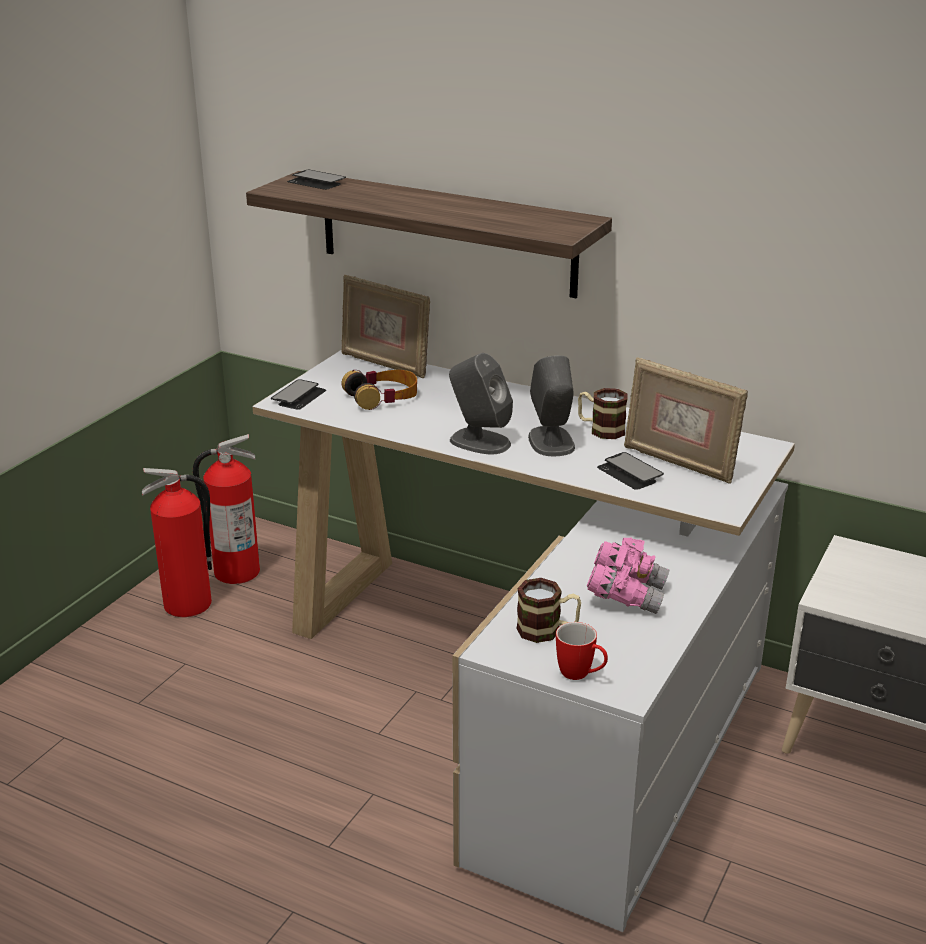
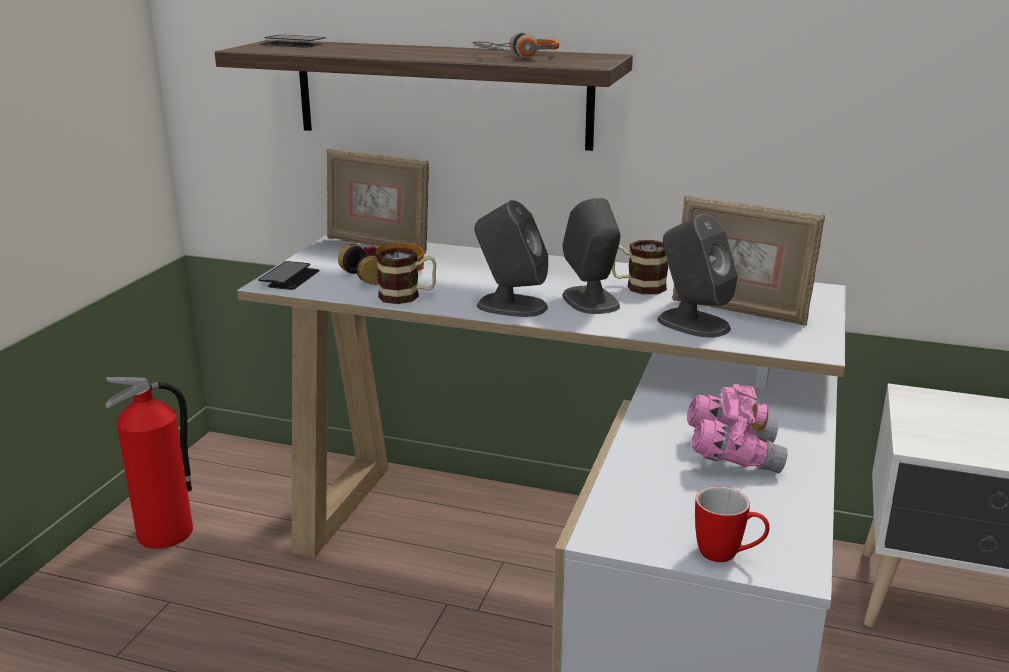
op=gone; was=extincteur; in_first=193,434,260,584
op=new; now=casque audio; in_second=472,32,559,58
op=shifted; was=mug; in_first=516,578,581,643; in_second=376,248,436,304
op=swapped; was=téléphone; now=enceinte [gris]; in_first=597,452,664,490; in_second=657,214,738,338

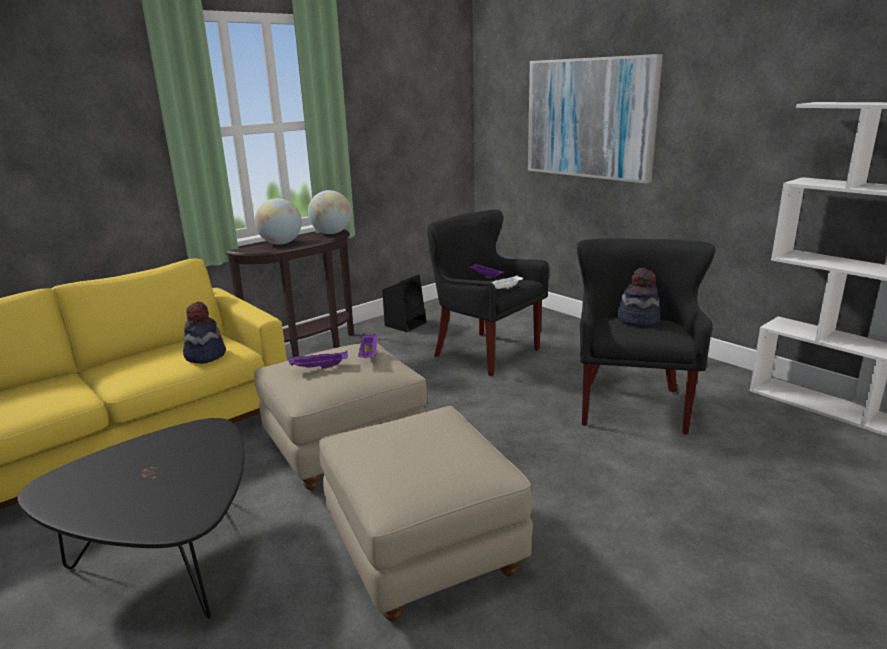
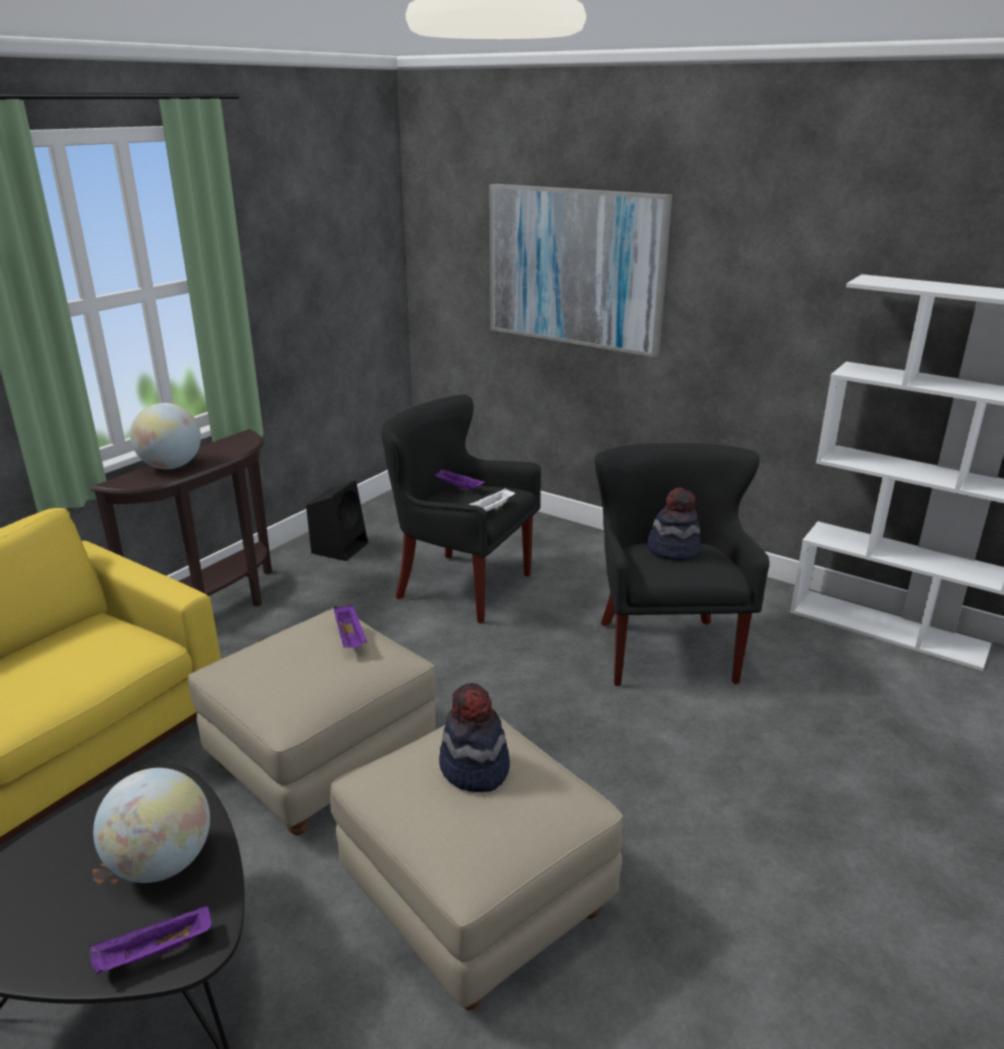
op=shifted; was=chapeau; in_first=183,302,226,364; in_second=439,683,510,792
op=shifted; was=plateau [violet]; in_first=289,351,348,369; in_second=89,904,212,975
op=shifted; was=globe; in_first=308,190,352,234; in_second=93,768,210,883

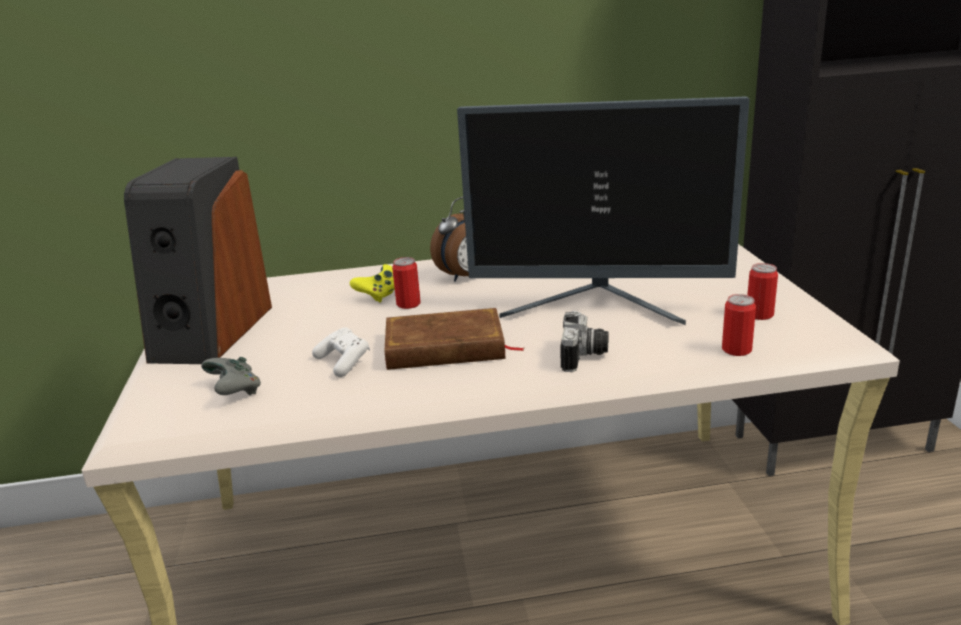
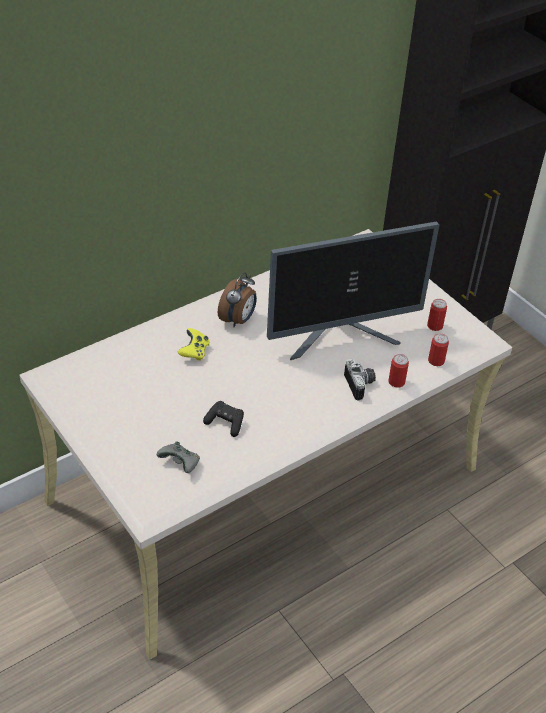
op=gone; was=enceinte; in_first=124,157,272,364
op=gone; was=livre [marron]; in_first=384,308,524,370
op=shifted; was=boîte métallique; in_first=392,257,421,309; in_second=388,354,409,388
op=repainted; was=manette [blanc]; now=manette [noir]; in_first=312,327,370,377; in_second=203,401,244,437

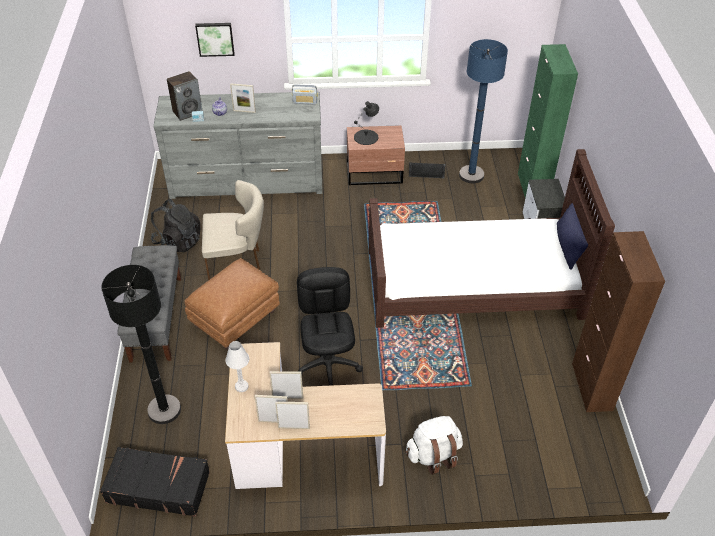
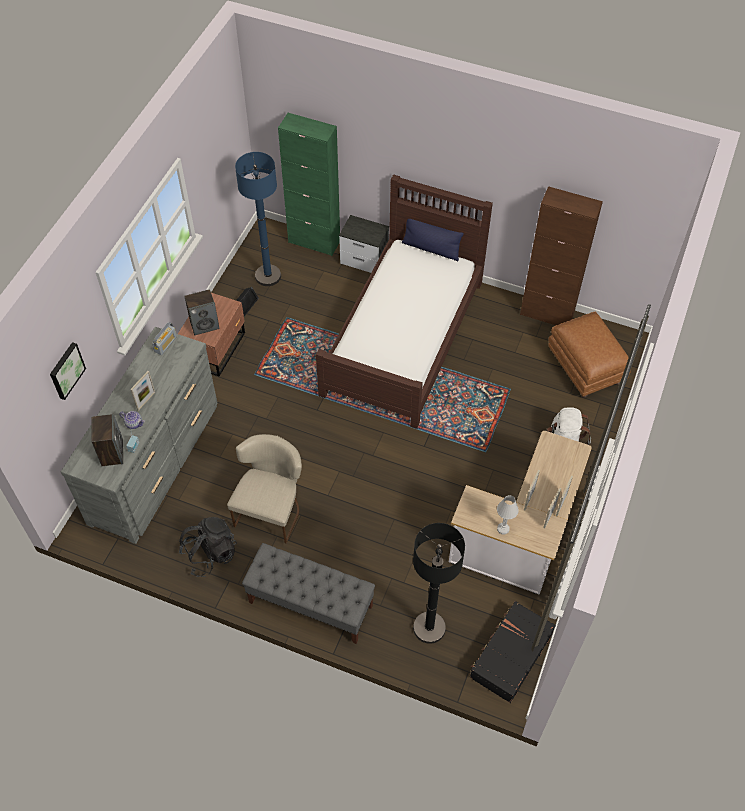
op=gone; was=chaise de bureau [noir]; in_first=297,267,363,386
op=shifted; was=pouf [marron]; in_first=184,258,280,350; in_second=548,312,631,398
op=swapped; was=lampe de table [noir]; now=enceinte; in_first=354,101,379,145; in_second=184,289,220,335

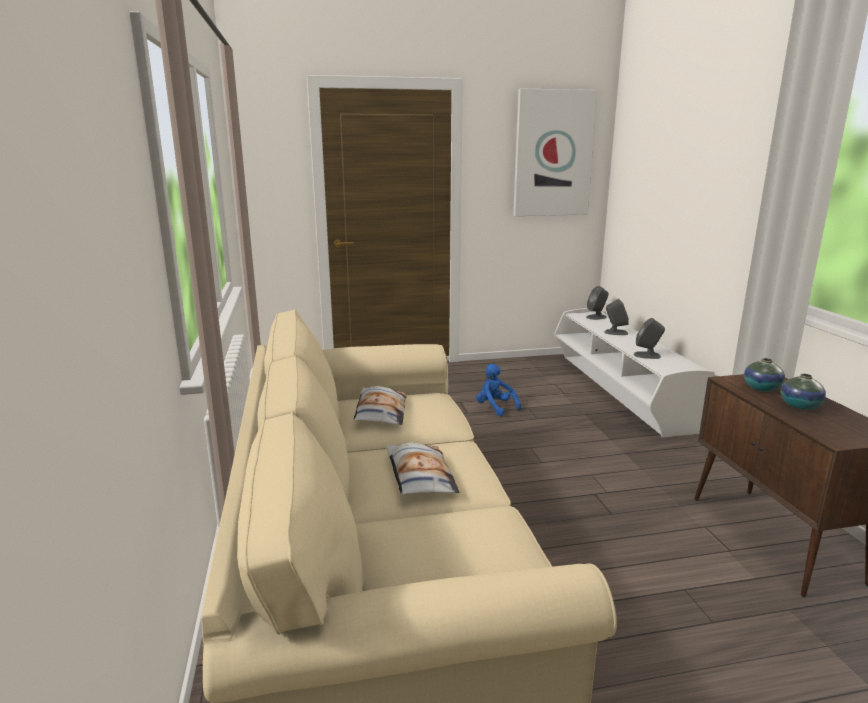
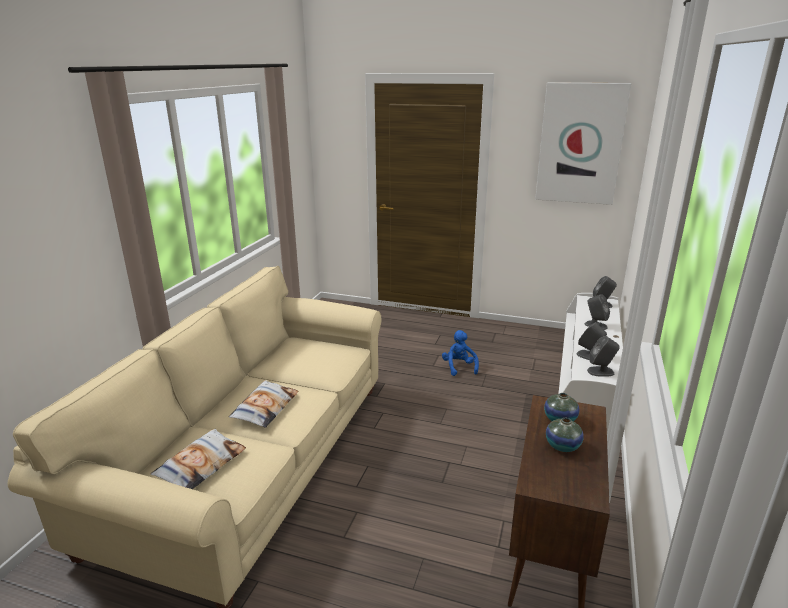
op=new; now=enceinte [gris]; in_second=587,336,620,377
op=shifted; was=coussin; in_first=353,386,406,425; in_second=151,429,246,489

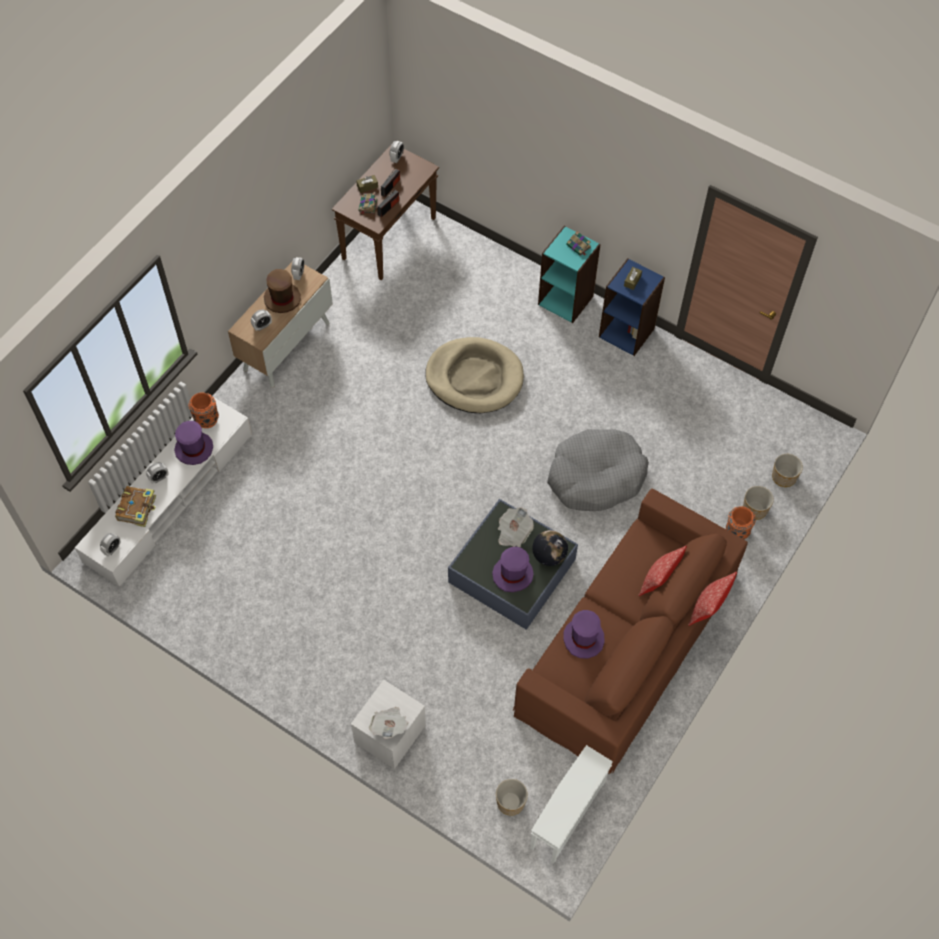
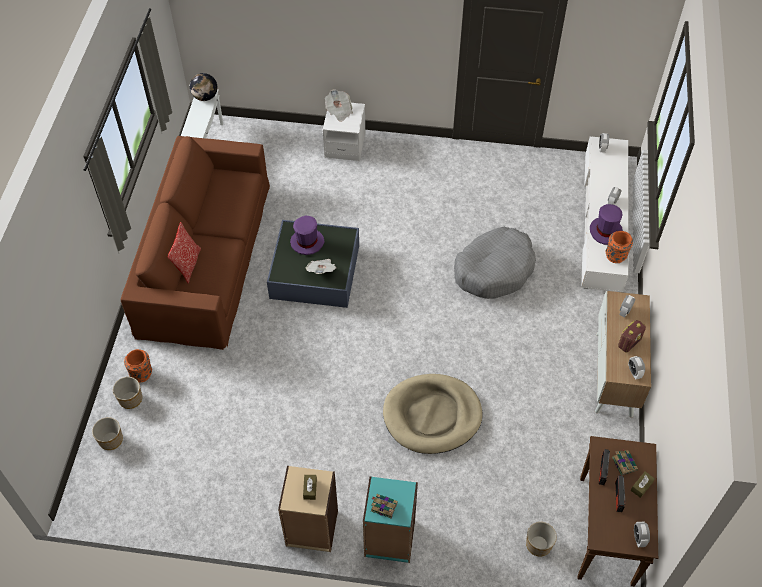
op=gone; was=livre; in_first=115,486,156,527
op=gone; was=chapeau [violet]; in_first=563,610,605,659
op=gone; was=coussin; in_first=688,572,737,626
op=shifted; was=cache-pot; in_first=496,779,528,816; in_second=526,522,557,556
op=shifted; was=globe; in_first=532,530,568,566; in_second=190,73,218,101
op=shifted; was=panier pour chien [gris]; in_first=547,429,649,511; in_second=454,227,536,299
op=swapped; was=chapeau [marron]; now=radio; in_first=264,269,301,313; in_second=618,320,646,352
op=repainted; was=bibliothèque [bleu]; now=bibliothèque [beige]; in_first=599,258,665,356; in_second=278,466,338,552

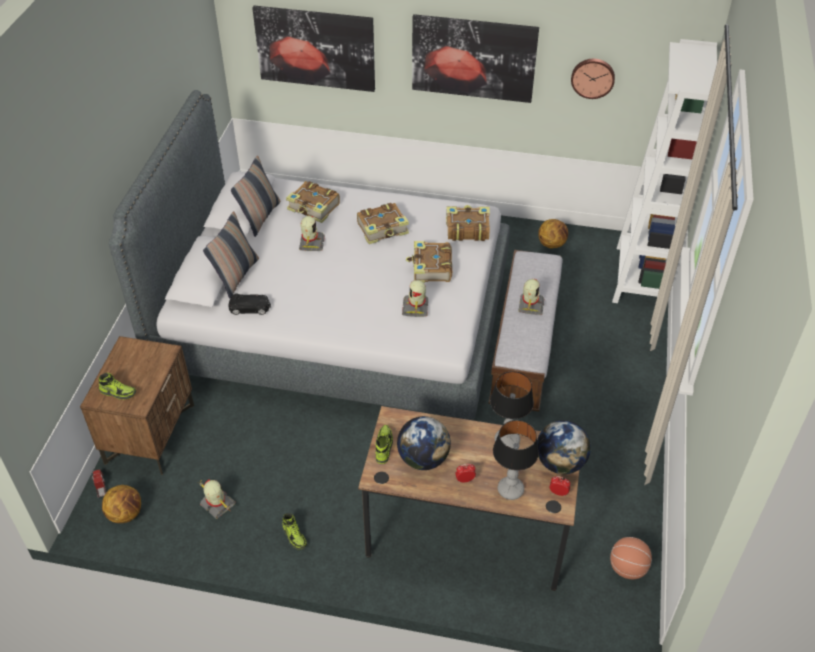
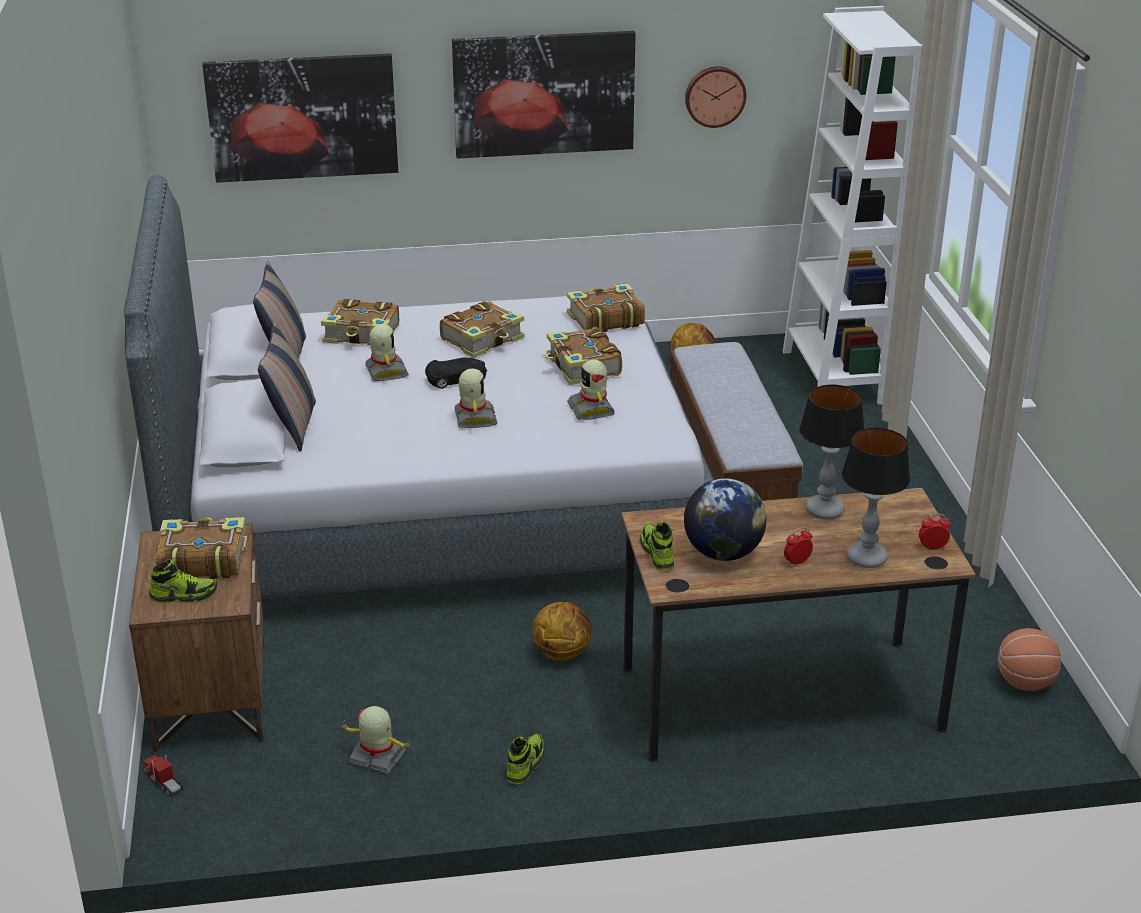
op=gone; was=globe; in_first=537,420,591,474
op=new; now=livre; in_second=156,517,247,579
op=shifted; was=ballon de basket; in_first=102,485,141,523; in_second=532,602,592,661
op=shifted; was=petite voiture [noir]; in_first=229,294,271,315; in_second=425,358,487,389
op=shifted; was=robot jouet; in_first=518,279,544,315; in_second=455,369,497,428
op=rotated; was=chaussure; in_first=282,513,307,549; in_second=506,733,544,785; clockwise=-105

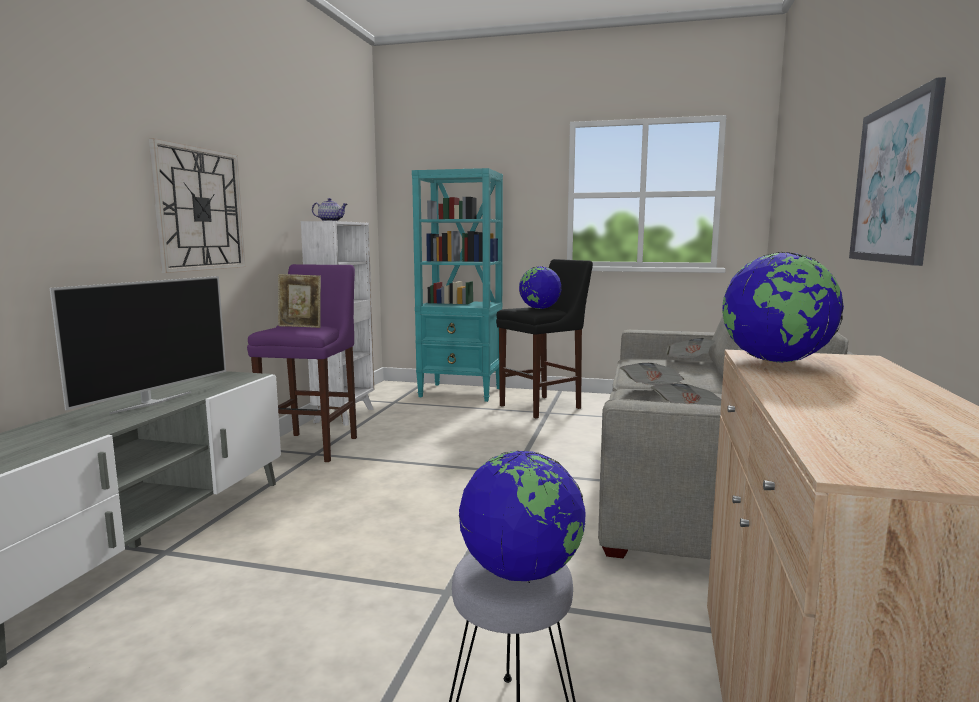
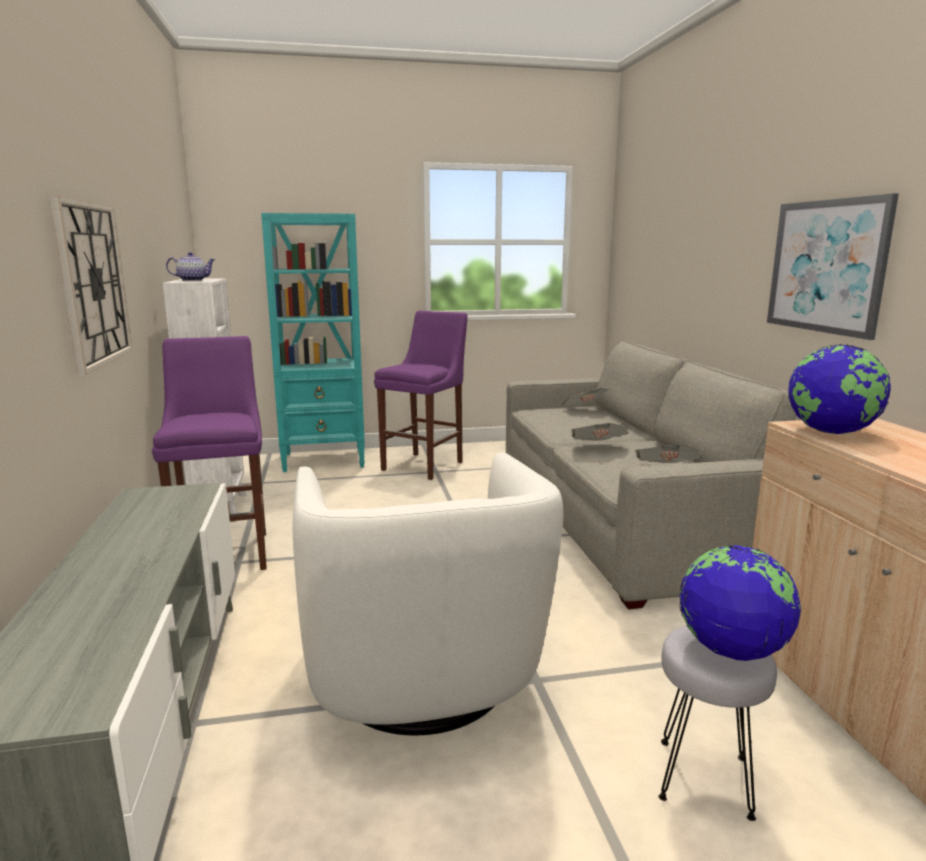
op=gone; was=téléviseur; in_first=50,276,226,414
op=gone; was=cadre photo; in_first=278,274,321,328
op=gone; was=globe; in_first=519,266,562,309
op=new; now=fauteuil [blanc]; in_second=293,453,563,736
op=repainted; was=tabouret [noir]; now=tabouret [violet]; in_first=496,259,593,418; in_second=374,310,468,480

